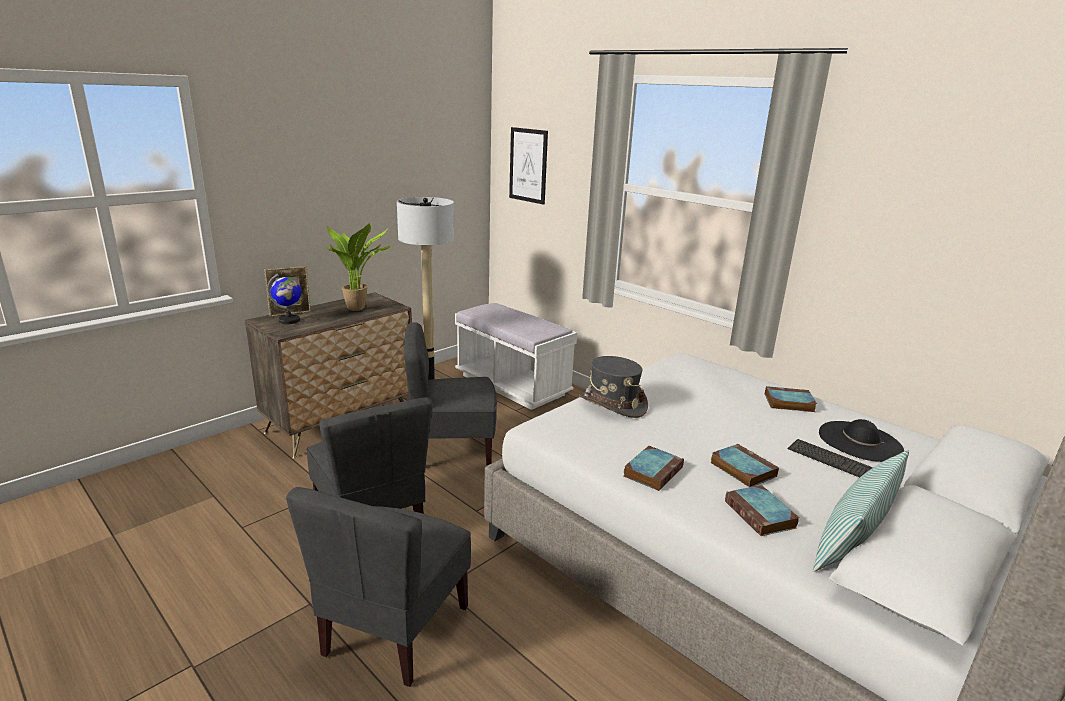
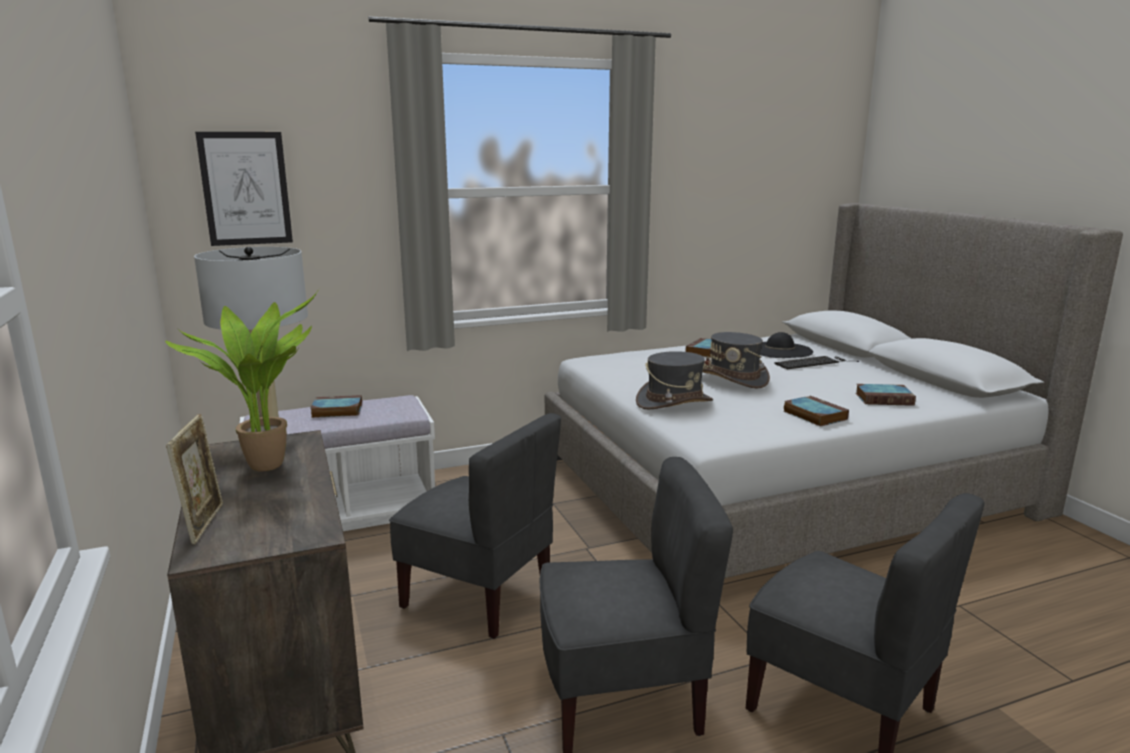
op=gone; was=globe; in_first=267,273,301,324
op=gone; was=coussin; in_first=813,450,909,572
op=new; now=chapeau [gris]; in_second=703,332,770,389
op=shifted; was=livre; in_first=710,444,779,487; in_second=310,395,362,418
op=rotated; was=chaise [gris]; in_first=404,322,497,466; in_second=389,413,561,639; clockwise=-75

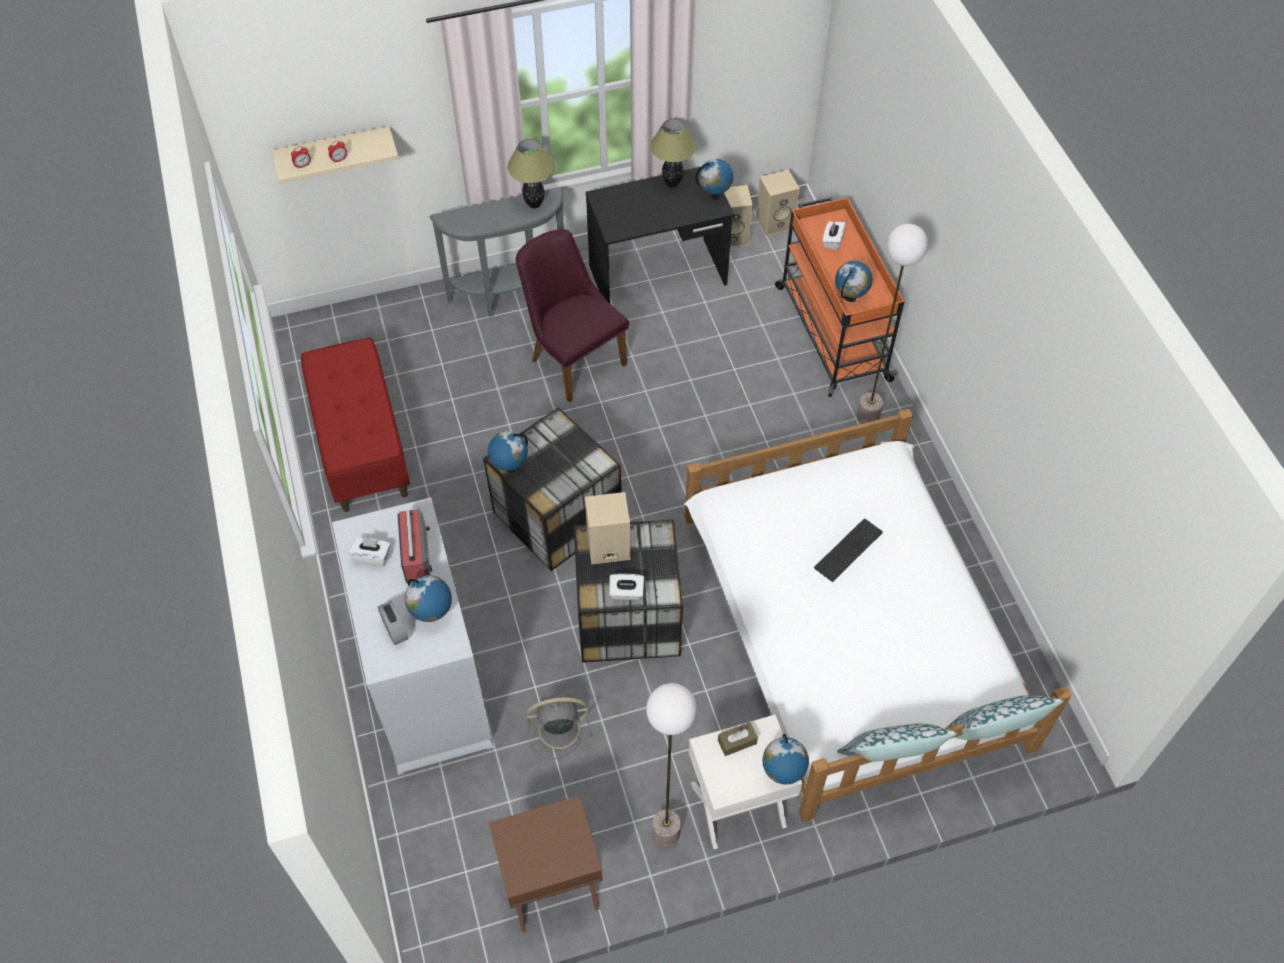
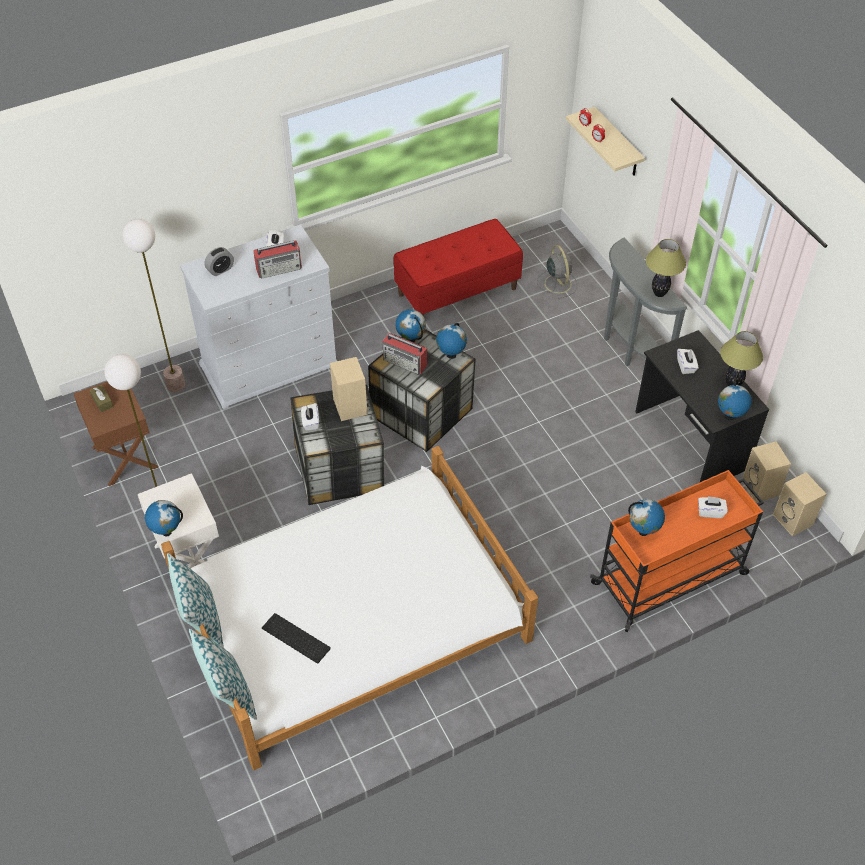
op=gone; was=chaise [violet]; in_first=516,229,629,402
op=new; now=radio; in_second=383,333,427,375
op=new; now=boîte à mouchoirs [blanc]; in_second=677,349,698,374
op=shifted; was=globe; in_first=405,575,452,622; in_second=436,323,467,359
op=shifted; was=ventilateur [gris]; in_first=526,694,592,759; in_second=537,245,578,299
op=shifted; was=boîte à mouchoirs [marron]; in_first=718,722,758,756; in_second=90,385,113,412
op=shifted; was=clavier; in_first=814,519,883,582; in_second=262,613,331,664
op=shifted; was=lampadaire; in_first=857,224,928,424; in_second=122,219,185,392

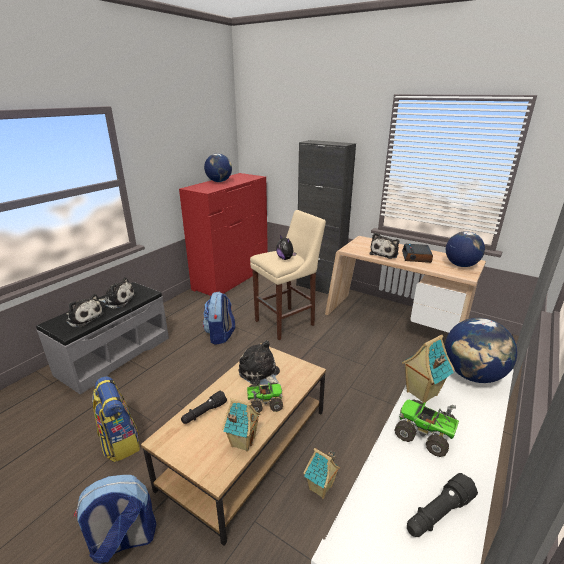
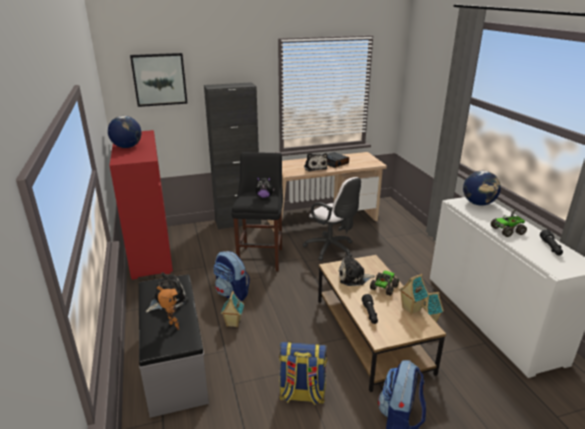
op=gone; was=globe; in_first=446,231,485,267
op=new; now=tableau; in_second=130,53,188,107
op=new; now=chaise de bureau [blanc]; in_second=303,177,361,261
op=shifted; was=maison miniature; in_first=402,334,455,403; in_second=221,291,244,327
op=swapped; was=peluche; now=robot jouet; in_first=65,294,104,328; in_second=157,286,179,330
op=repainted; was=tabouret [beige]; now=tabouret [noir]; in_first=250,210,326,340; in_second=231,152,283,271

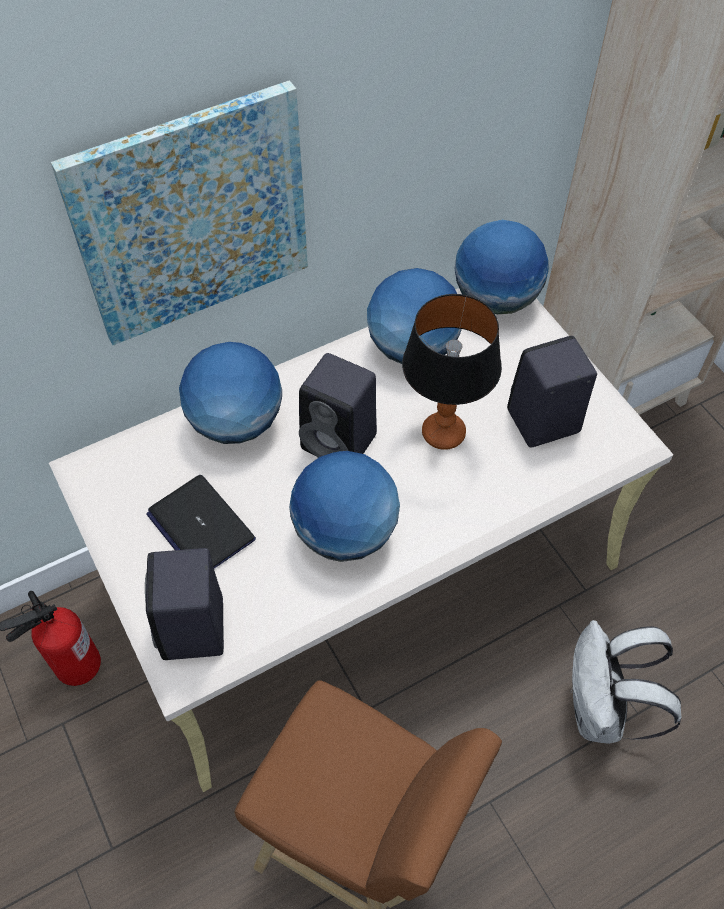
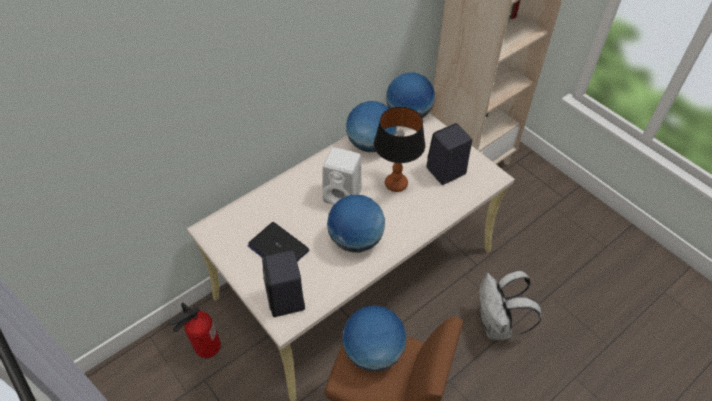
op=gone; was=tableau; in_first=51,80,308,345
op=shifted; was=globe; in_first=179,342,282,444; in_second=343,305,406,371
op=repainted; was=enceinte [noir]; now=enceinte [blanc]; in_first=299,353,377,458; in_second=322,147,362,205

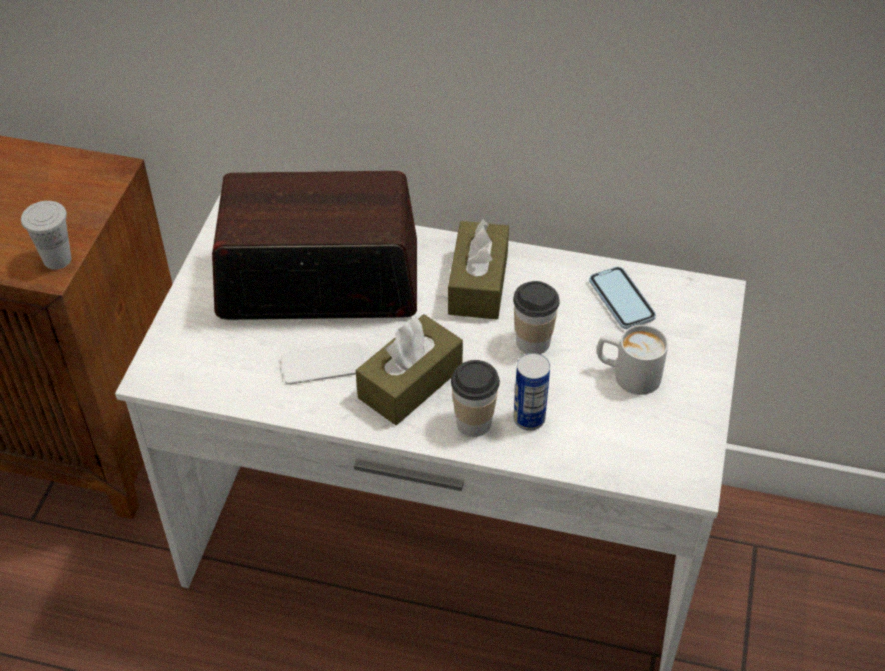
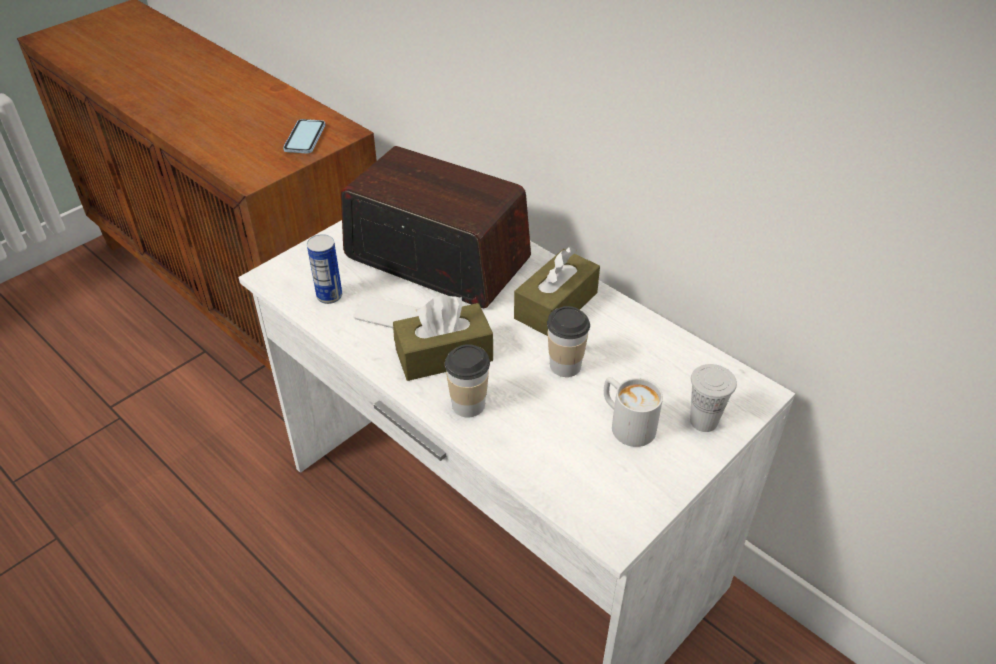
op=shifted; was=tasse [blanc]; in_first=21,201,71,270; in_second=690,364,737,432
op=shifted; was=boîte métallique; in_first=513,353,550,430; in_second=307,234,342,304
op=shifted; was=téléphone; in_first=589,267,656,329; in_second=283,119,325,153

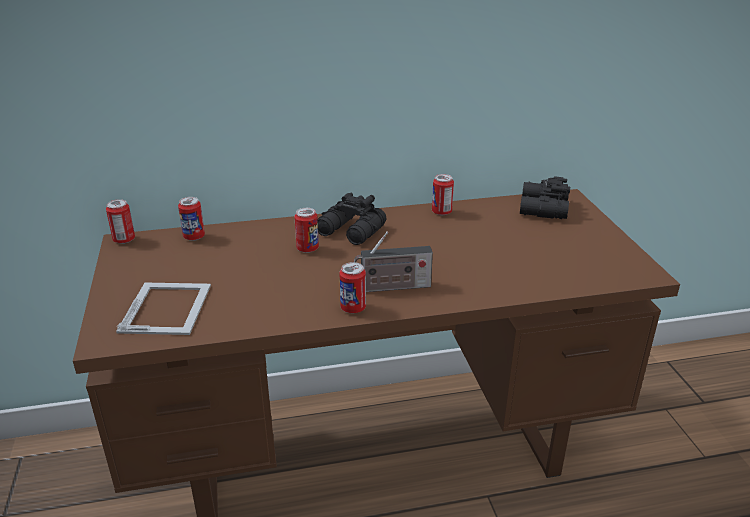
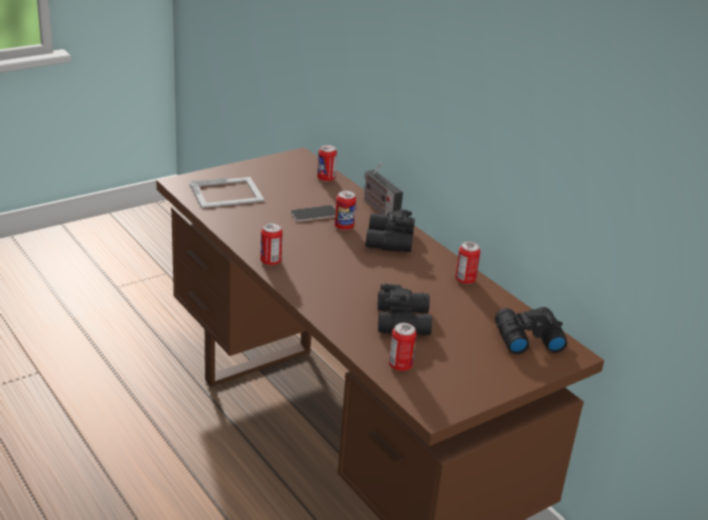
op=new; now=téléphone; in_second=290,205,336,221
op=new; now=jumelles [noir]; in_second=377,284,432,336
op=shifted; was=boîte métallique; in_first=106,199,135,244; in_second=389,323,417,371
op=shifted; was=radio; in_first=354,232,433,292; in_second=364,162,403,215

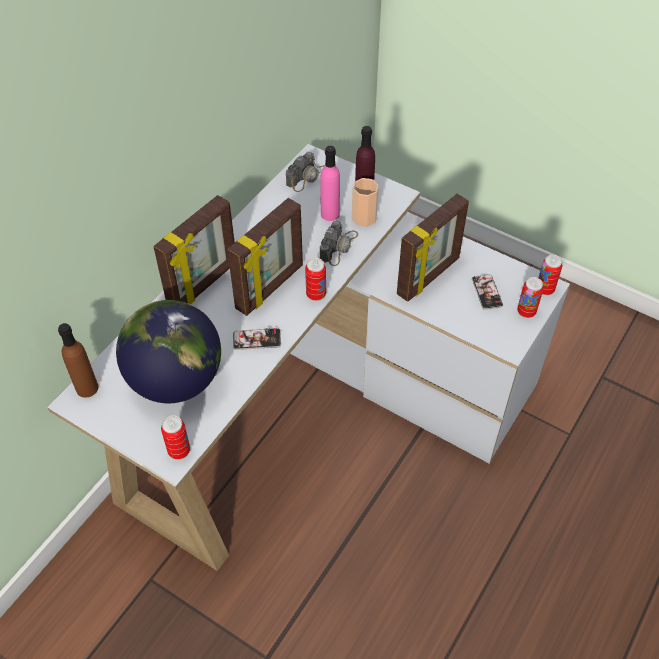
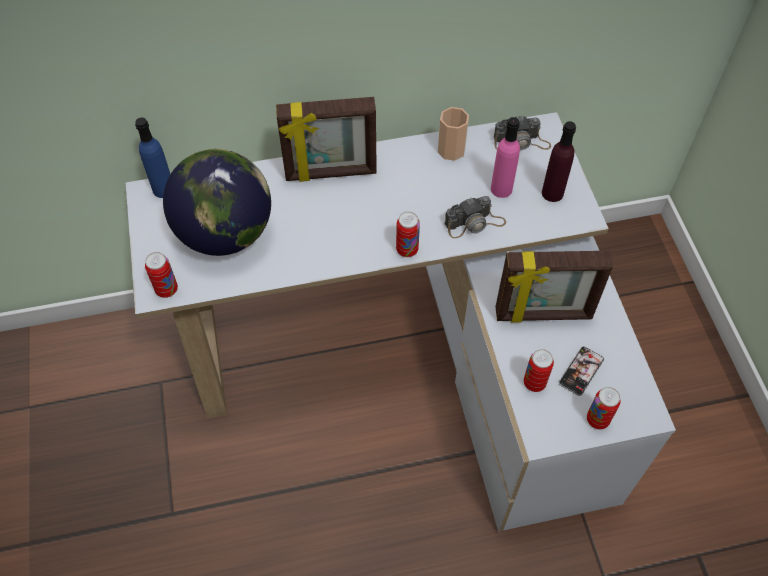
op=gone; was=cadre photo; in_first=227,198,303,316
op=gone; was=téléphone; in_first=233,328,281,350
op=shifted; was=tasse; in_first=352,178,379,227; in_second=438,107,469,161
op=shifted; was=boîte métallique; in_first=539,255,562,295; in_second=524,349,554,392
op=repainted; was=bouteille [marron]; now=bouteille [bleu]; in_first=58,323,98,398; in_second=135,118,170,198

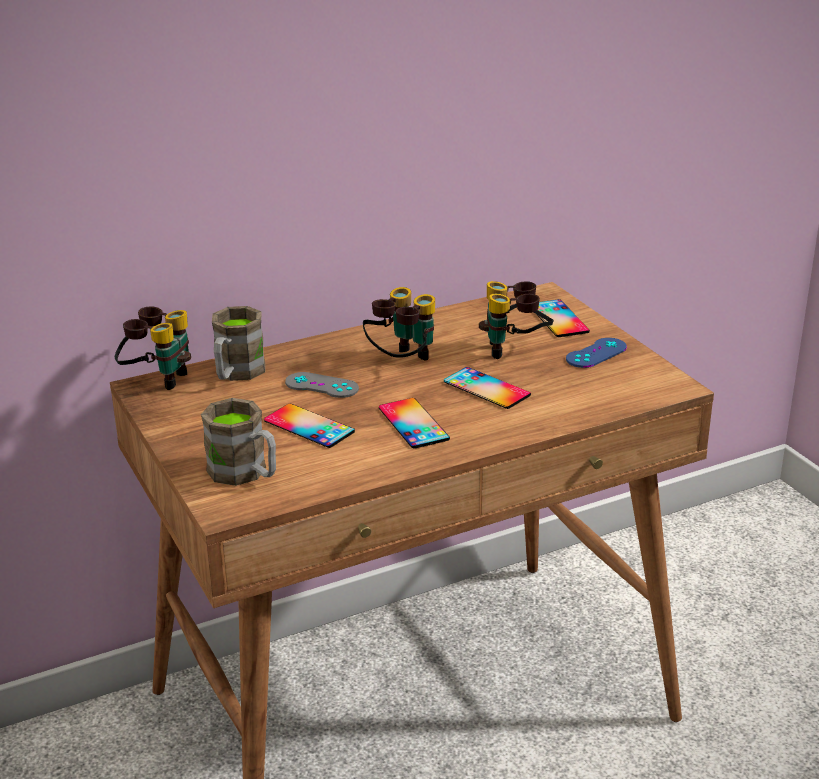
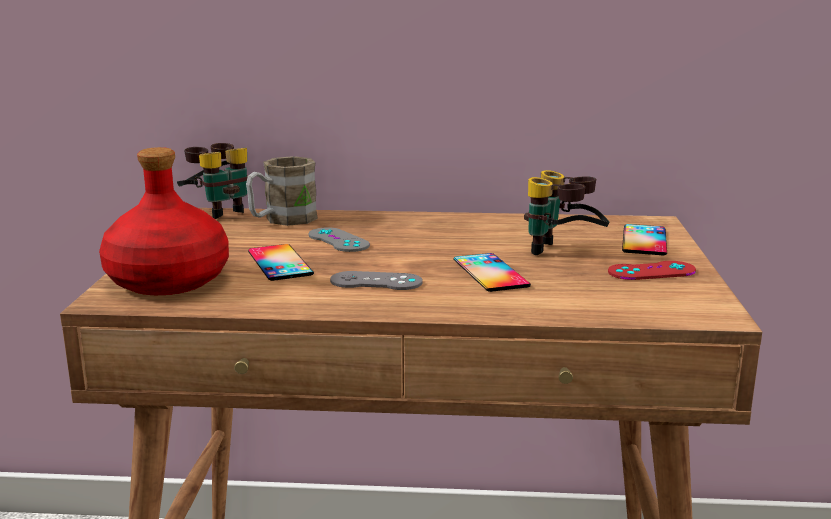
op=gone; was=jumelles; in_first=363,287,435,360
op=swapped; was=mug [marron]; now=bouteille [rouge]; in_first=201,398,276,486; in_second=99,147,229,295
op=swapped; was=téléphone; now=manette [gris]; in_first=379,398,450,449; in_second=330,271,423,290
op=repainted; was=manette [bleu]; now=manette [rouge]; in_first=566,338,627,368; in_second=608,261,696,280

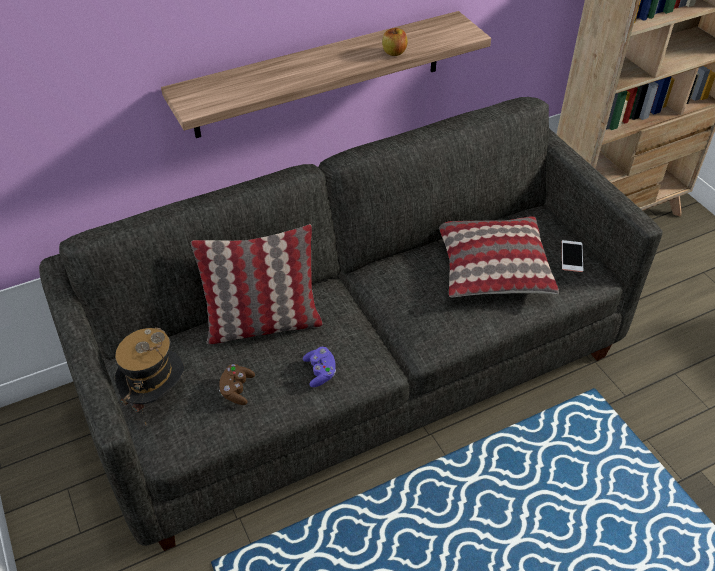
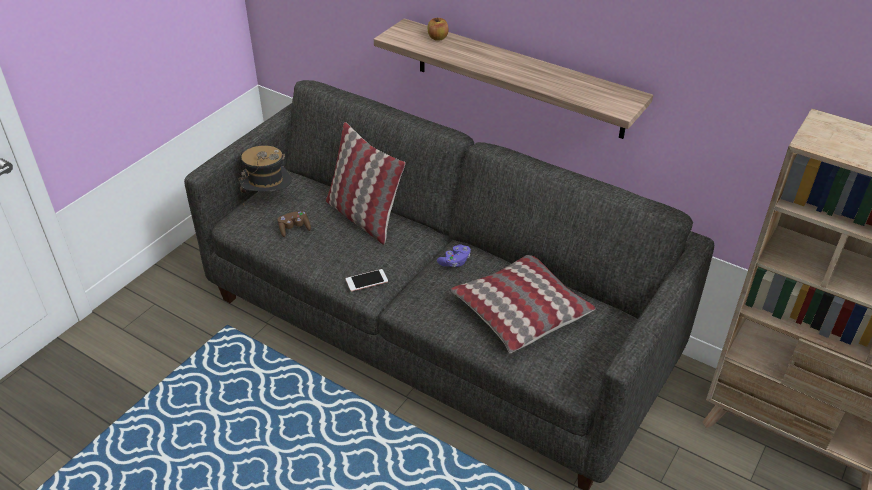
op=shifted; was=manette [violet]; in_first=303,347,336,387; in_second=437,244,471,267
op=shifted; was=pomme; in_first=382,28,407,56; in_second=428,17,448,41
op=shifted; was=téléphone; in_first=562,240,583,272; in_second=346,269,388,292

